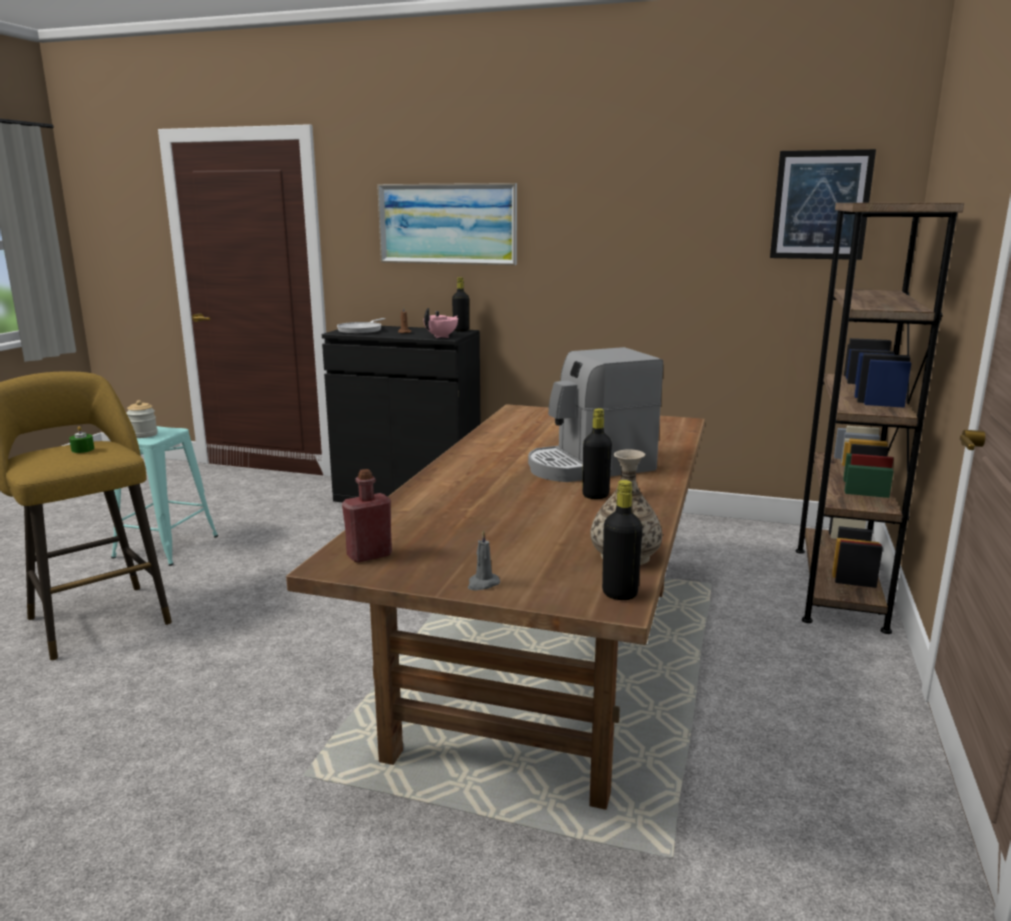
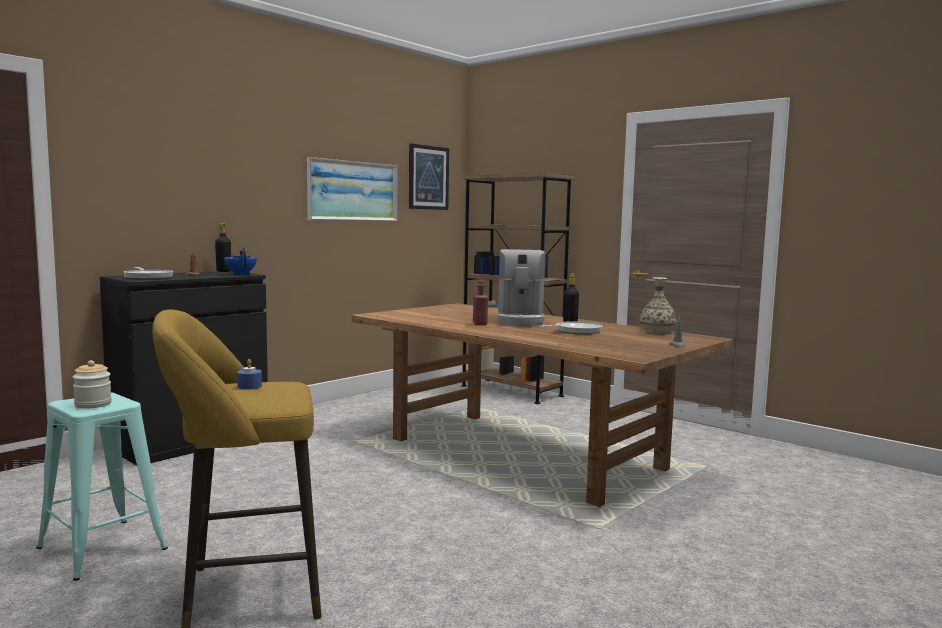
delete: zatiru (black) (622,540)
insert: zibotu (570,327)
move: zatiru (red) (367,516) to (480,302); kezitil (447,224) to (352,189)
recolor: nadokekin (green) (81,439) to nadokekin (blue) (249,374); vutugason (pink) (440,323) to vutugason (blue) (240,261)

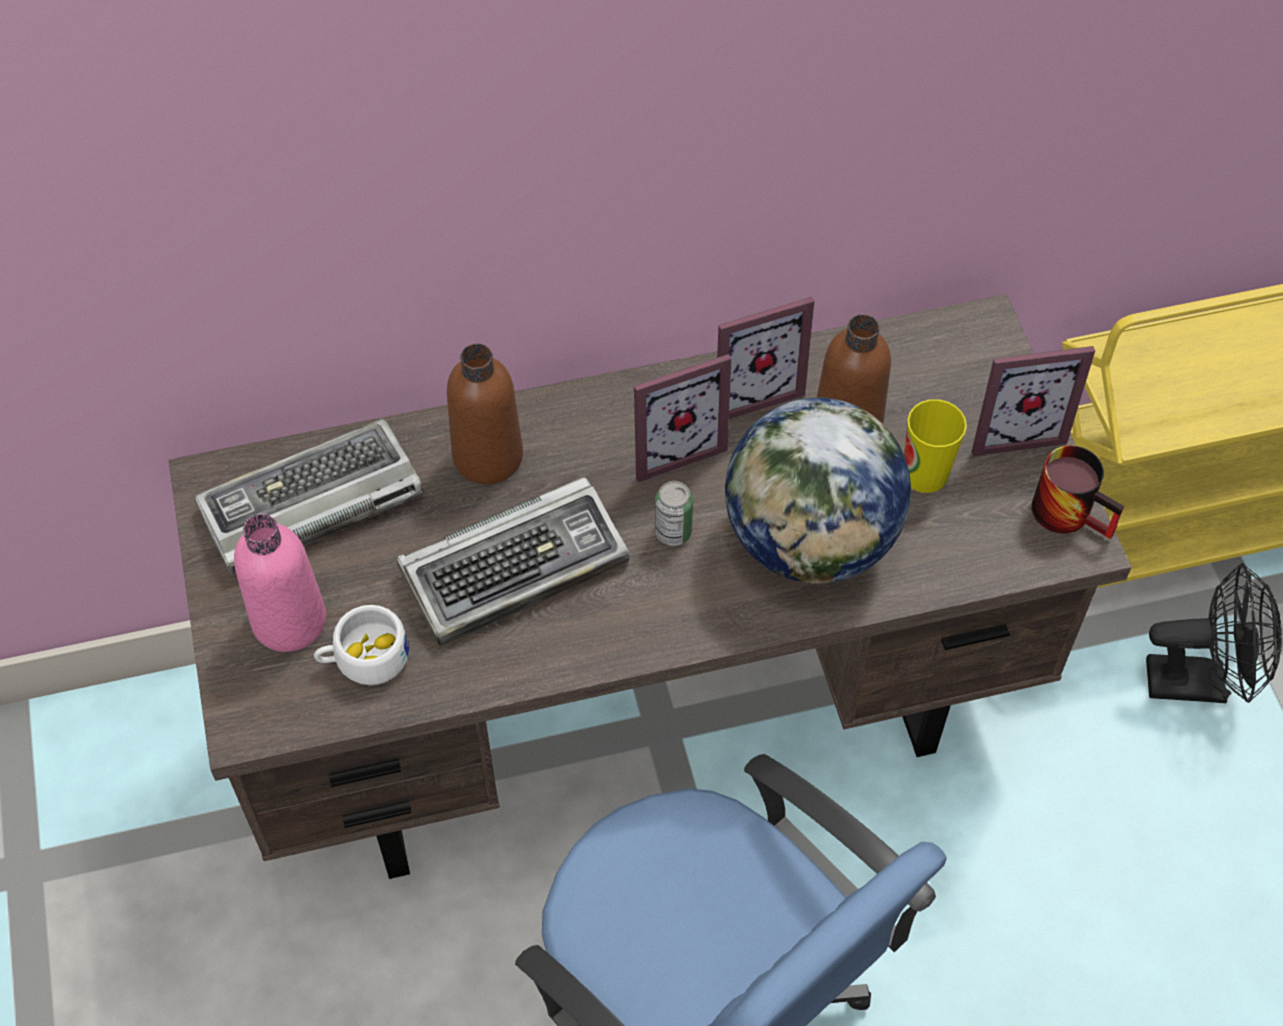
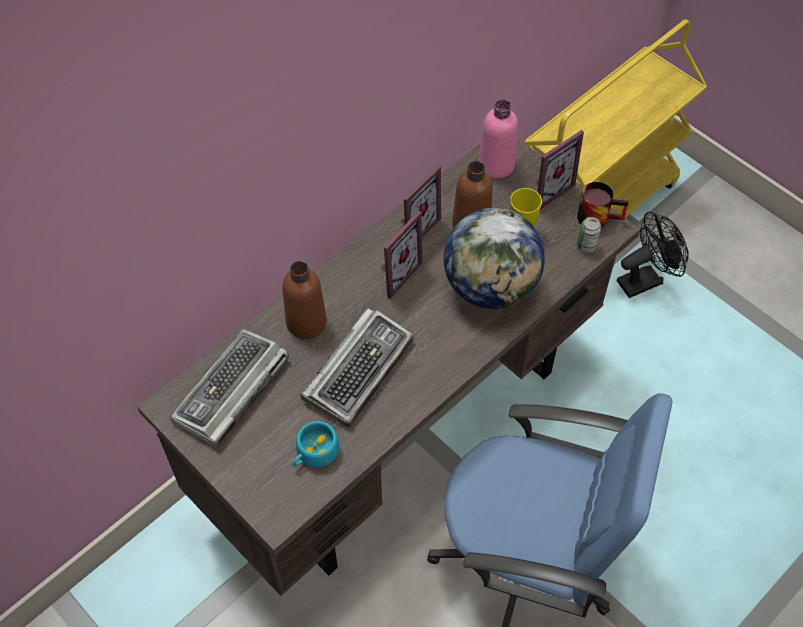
move: zatiru (pink) (280,583) to (498,139); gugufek (674,513) to (589,235)
recolor: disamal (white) (362,645) to disamal (turquoise) (315,444)

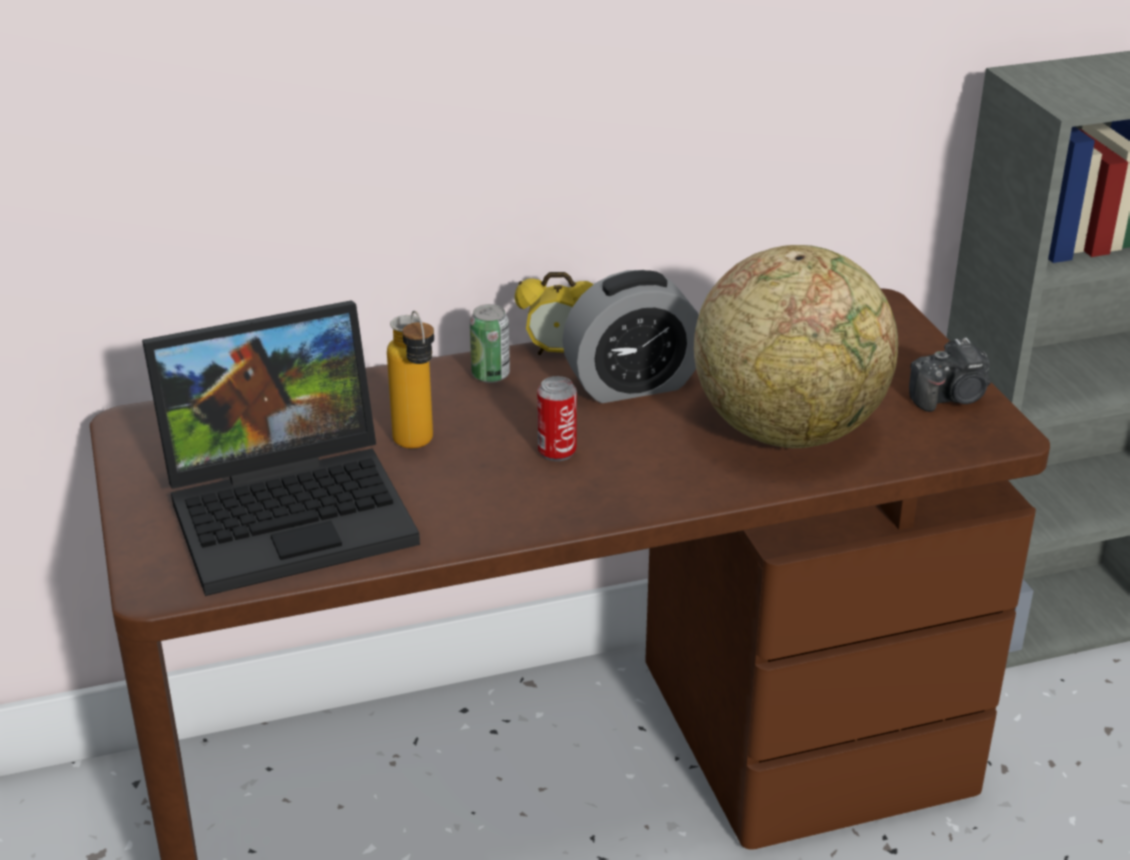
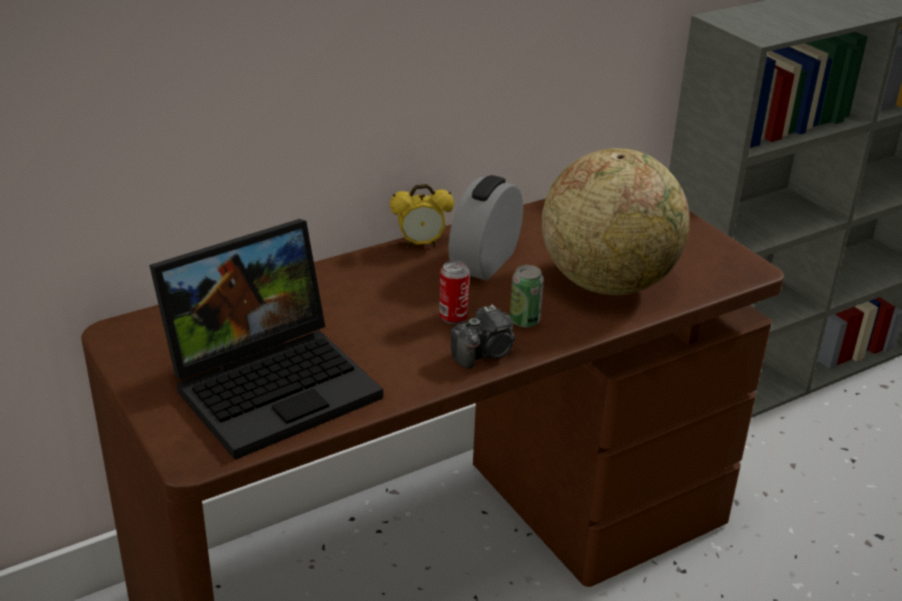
delete: zatiru (410,380)
move: gugufek (490,343) to (527,296); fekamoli (950,374) to (483,336)
rotate: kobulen (630,336) = (485,228) 150 degrees clockwise

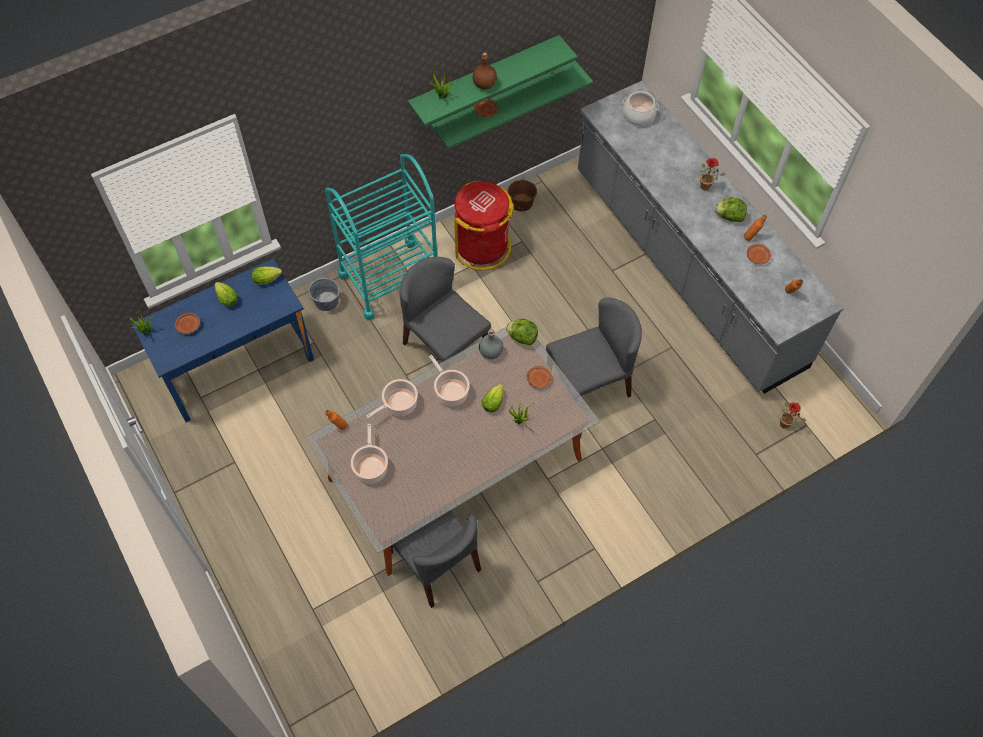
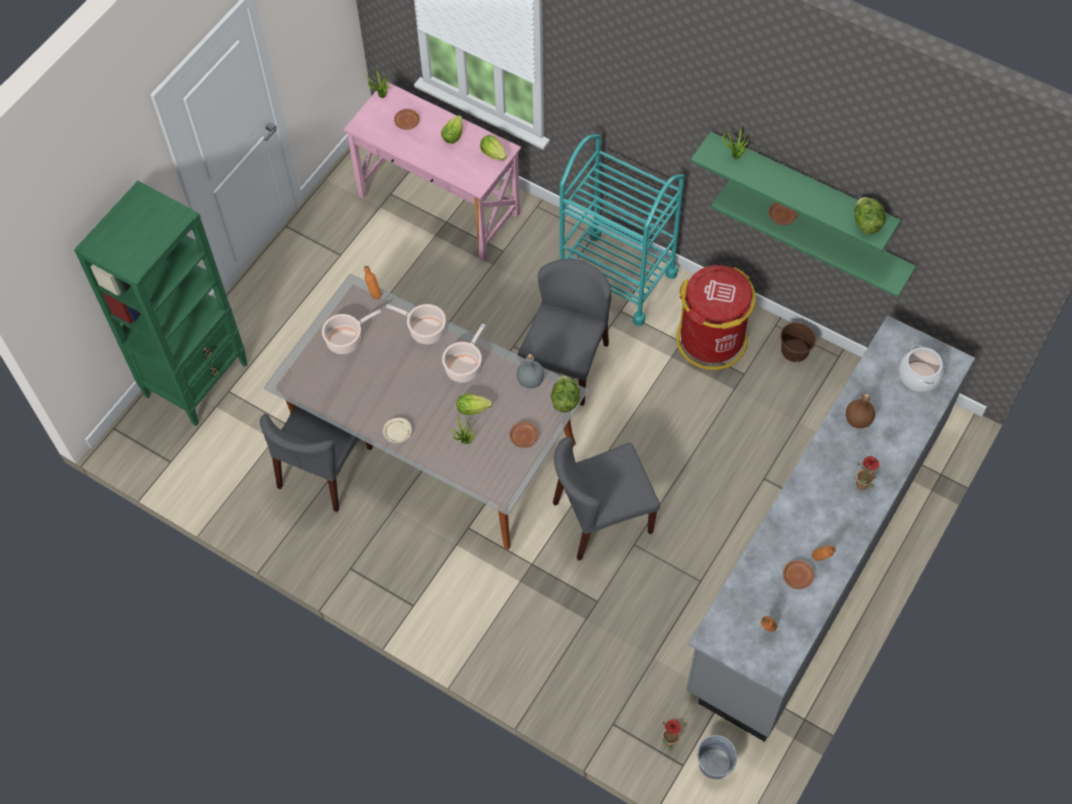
insert: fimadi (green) (161,303); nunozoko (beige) (397,430)
move: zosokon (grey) (324,293) to (717,757); zatiru (brown) (485,71) to (860,410); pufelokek (731,210) to (870,215)
recolor: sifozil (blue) (222,340) to sifozil (pink) (432,171)
rotate: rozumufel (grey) (594,348) = (606,499) 120 degrees clockwise

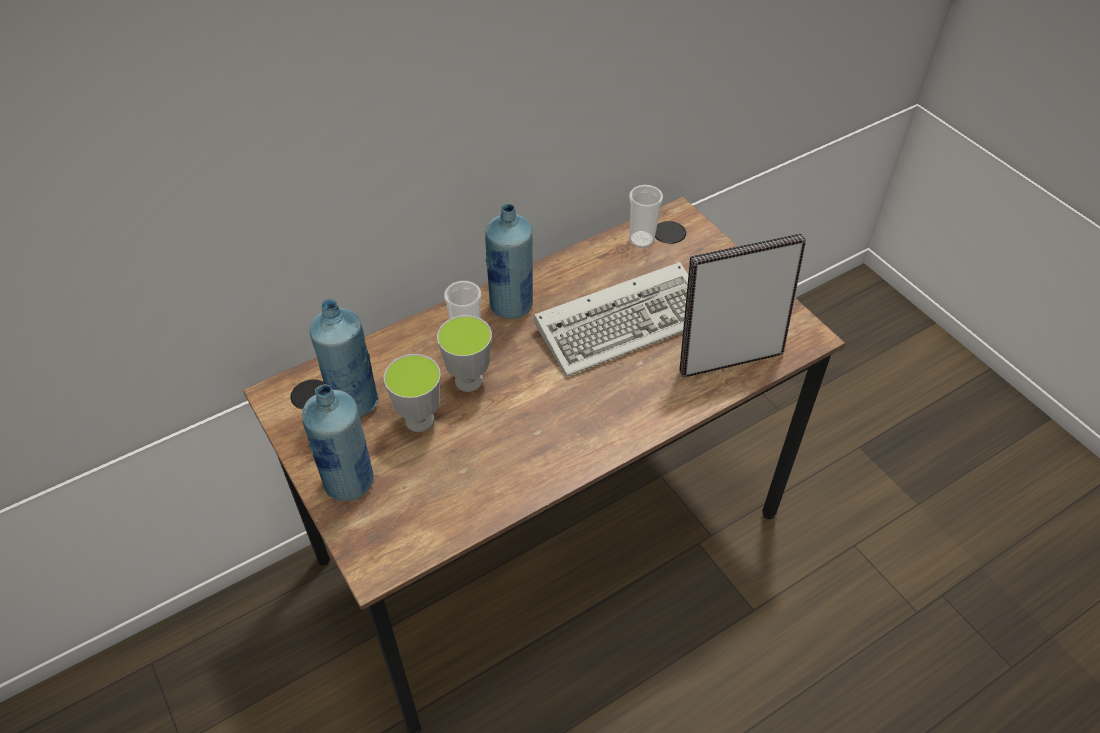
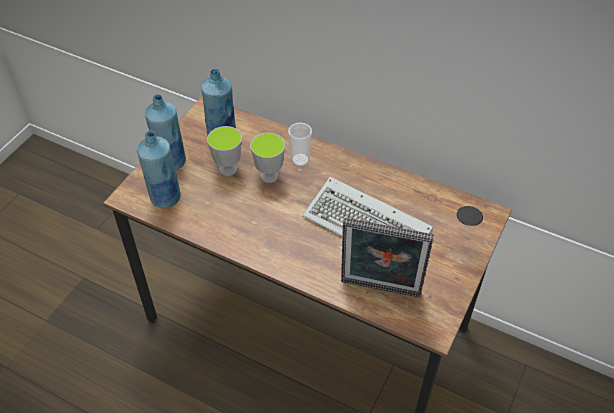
delete: disamal (646,216)
move: zatiru (blue) (509,261) to (159,169)
rotate: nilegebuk (742,306) = (387,258) 150 degrees clockwise

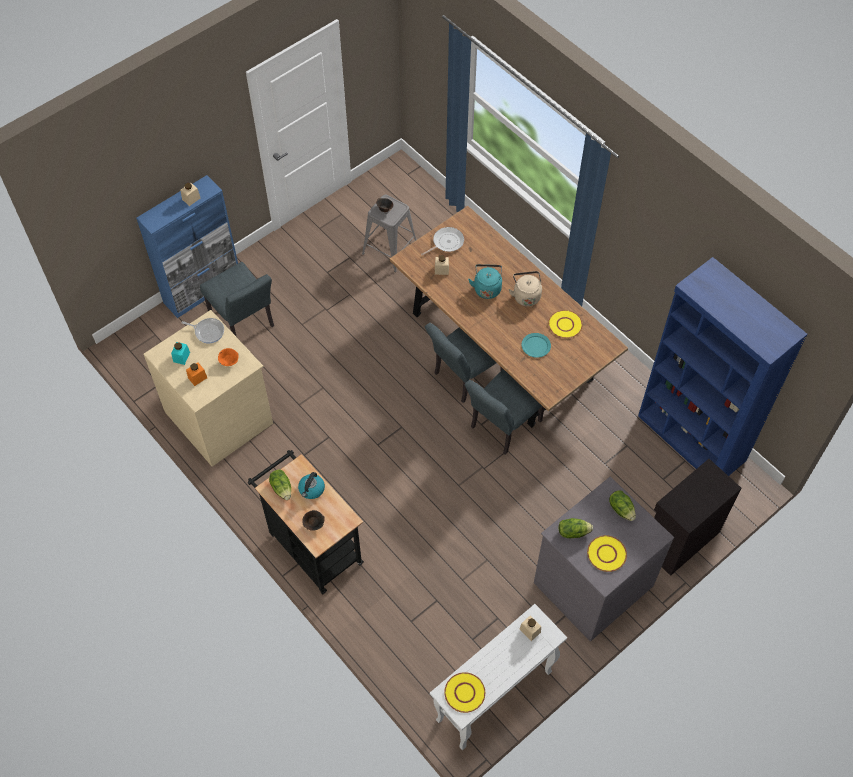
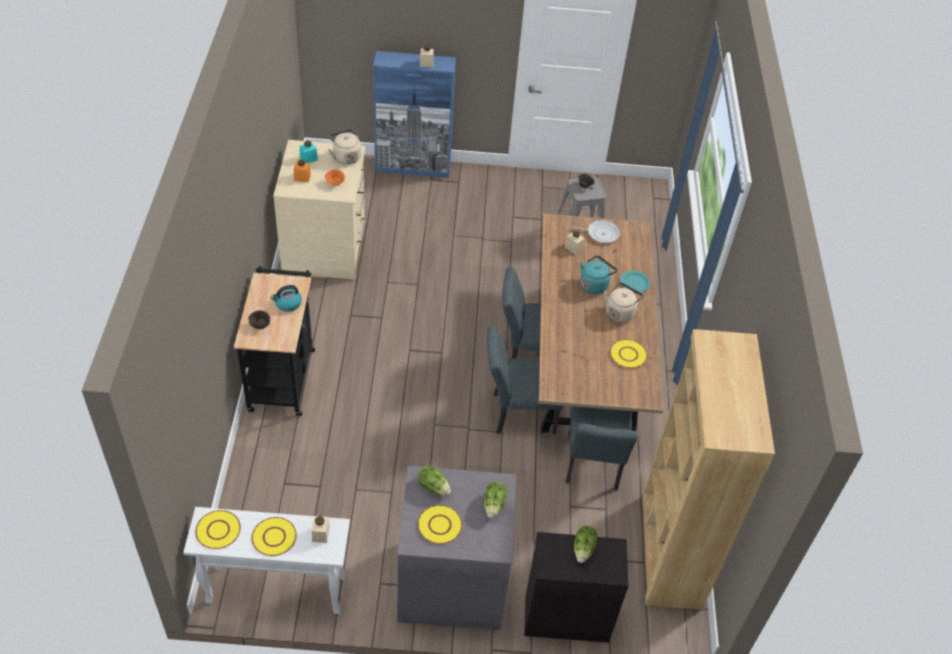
insert: nunozoko (yellow) (274,536)
move: rozumufel (grey) (237,299) to (601,448); pufelokek (280,485) to (586,544); nunozoko (turquoise) (536,345) to (635,281)
replace: zibotu (203,330) to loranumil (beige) (344,147)
recolor: fimadi (blue) (722,366) to fimadi (brown) (708,469)

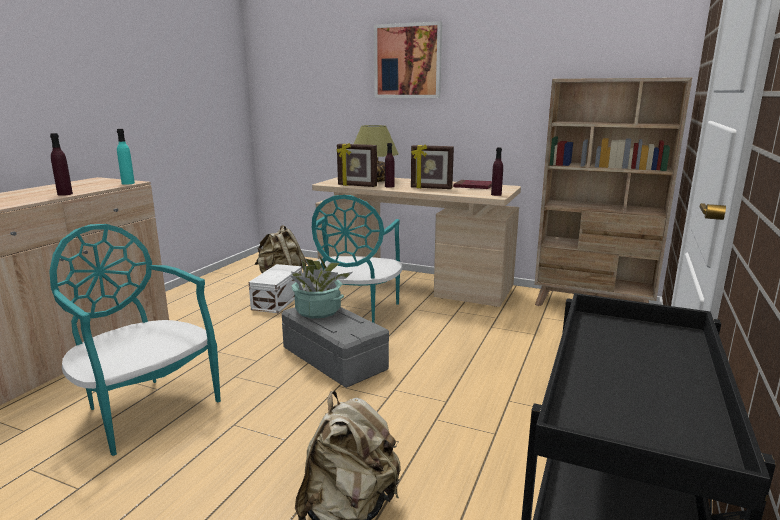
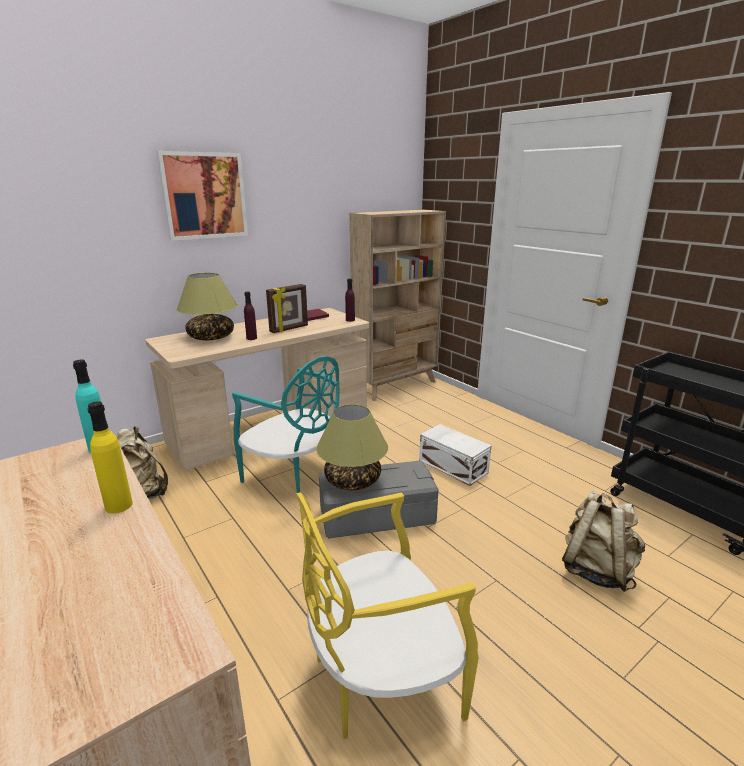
delete: nilegebuk (357,165)
move: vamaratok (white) (275,288) to (455,455)
replace: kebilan (321,286) to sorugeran (352,447)
recolor: rozumufel (turquoise) (135,340) to rozumufel (yellow) (387,615); zatiru (purple) (61,164) to zatiru (yellow) (110,457)

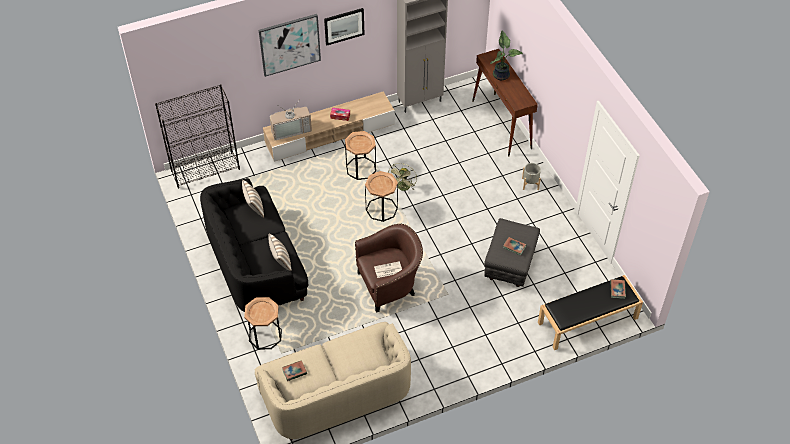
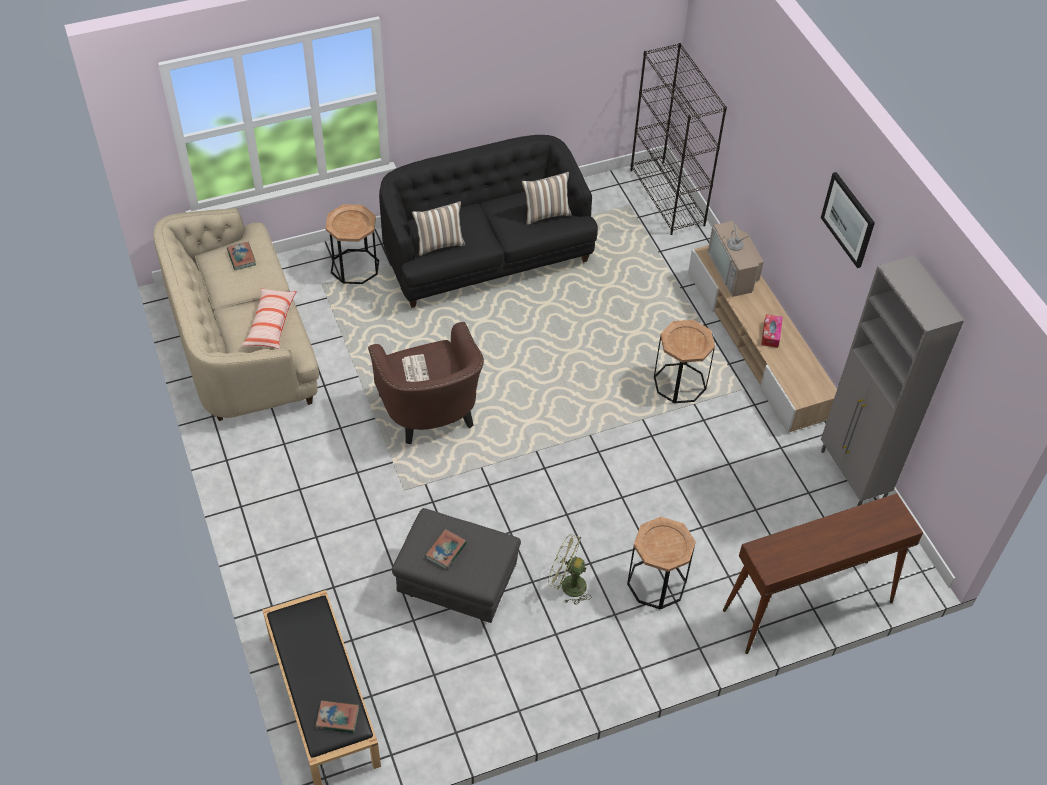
delete: kezitil (290,45); kebilan (506,55); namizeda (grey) (531,176)
insert: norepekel (269,318)
move: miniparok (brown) (381,196) to (661,563); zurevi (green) (402,177) to (569,569)

